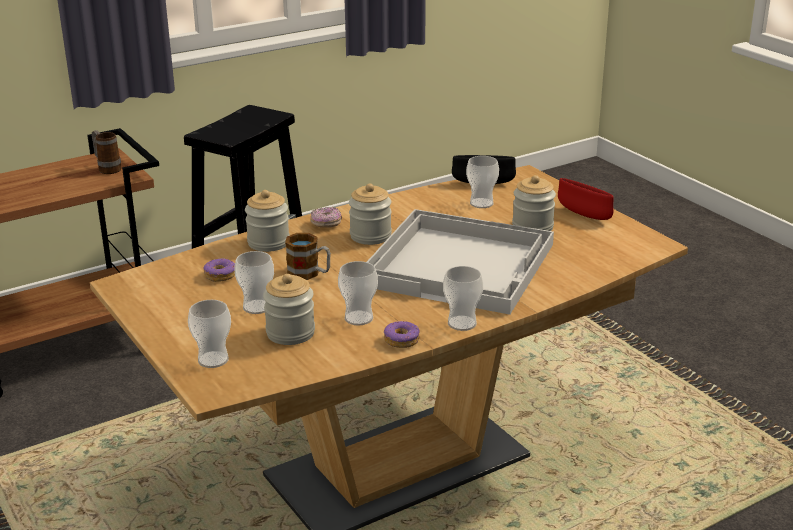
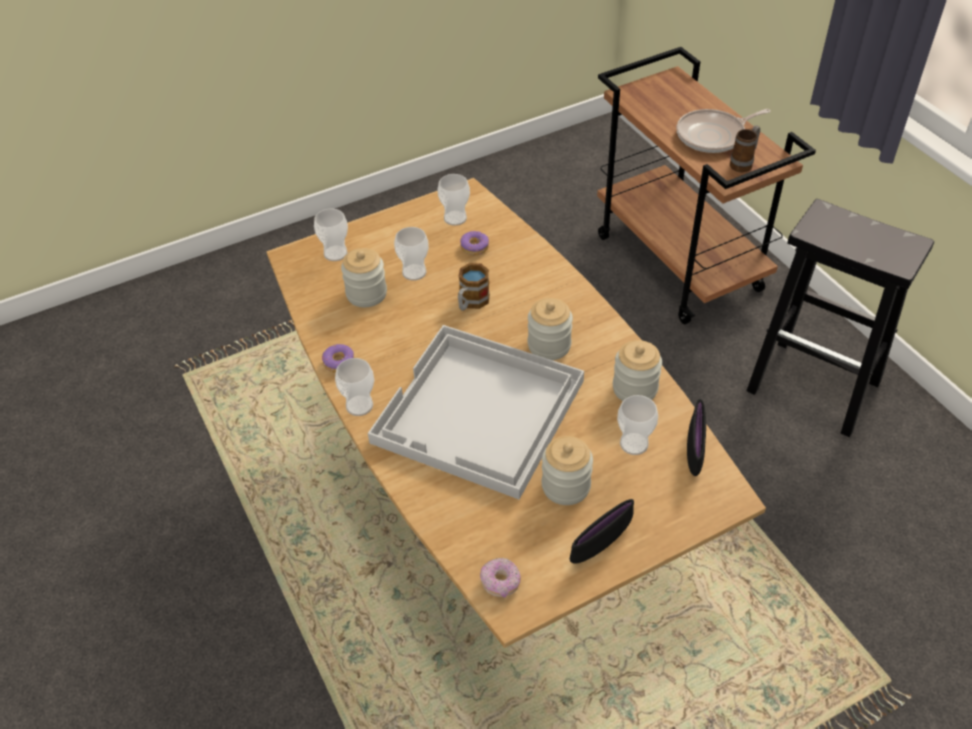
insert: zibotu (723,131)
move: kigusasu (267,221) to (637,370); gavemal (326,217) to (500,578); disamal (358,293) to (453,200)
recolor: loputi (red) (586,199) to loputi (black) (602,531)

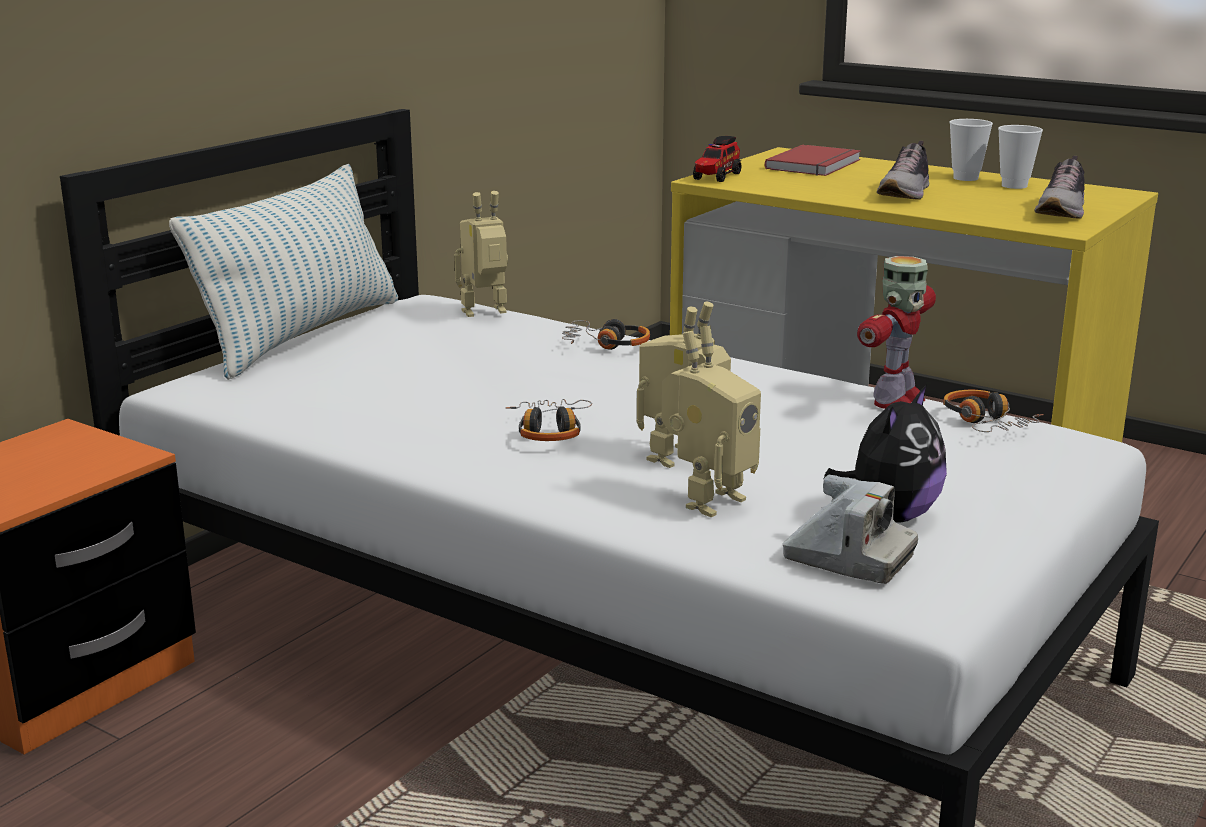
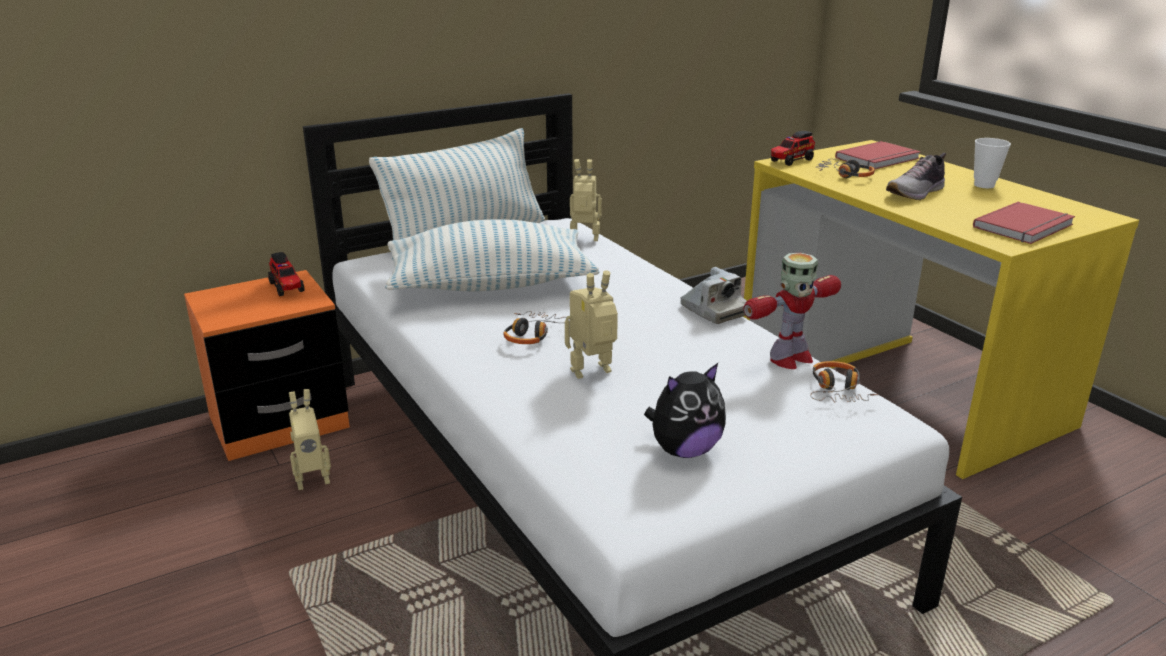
delete: disamal (1020,157)
insert: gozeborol (286,274); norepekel (492,255)
move: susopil (606,334) to (845,168); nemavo (711,421) to (310,439); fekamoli (850,529) to (713,295)
replace: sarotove (1059,187) to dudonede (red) (1024,223)

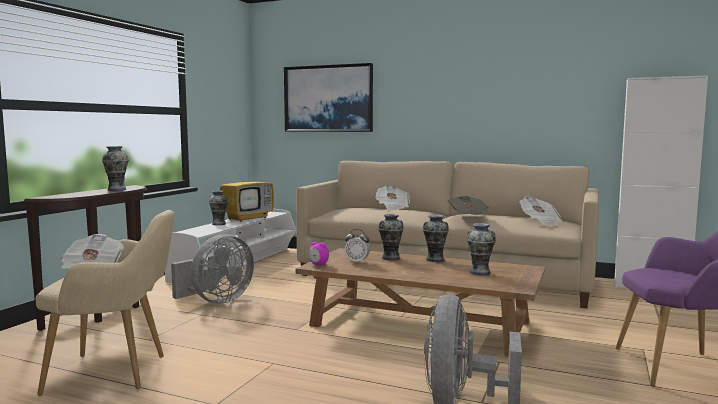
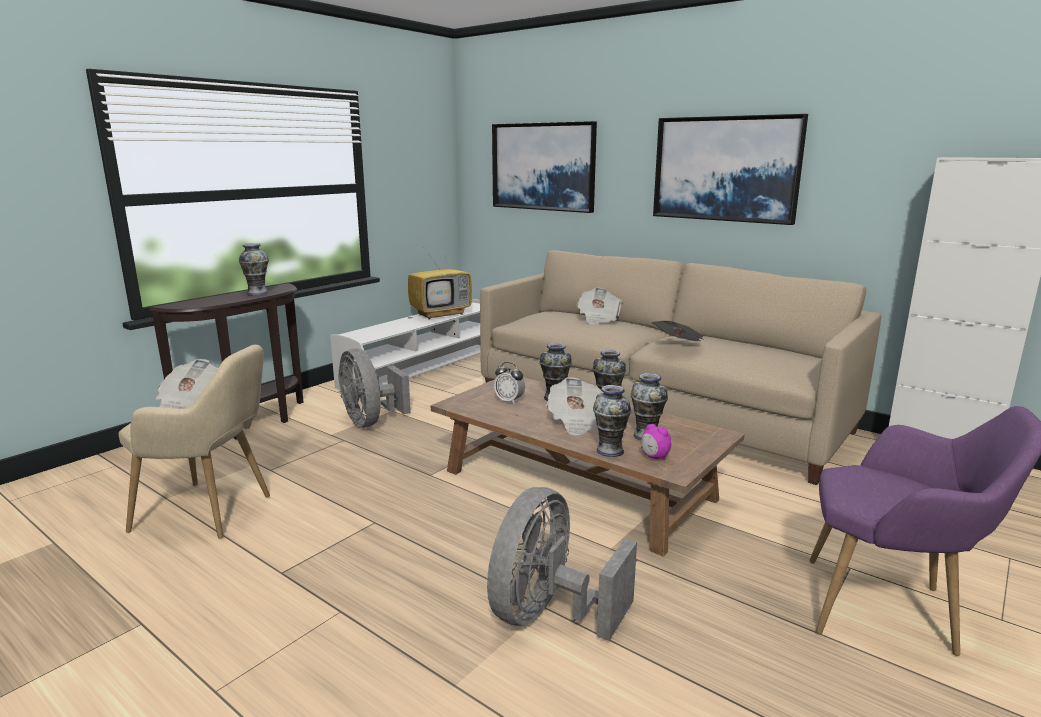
insert: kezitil (730,169)
move: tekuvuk (218,208) to (612,421); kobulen (319,253) to (656,442); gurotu (541,211) to (575,406)
rotate: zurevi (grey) (212,268) = (374,388) 90 degrees clockwise

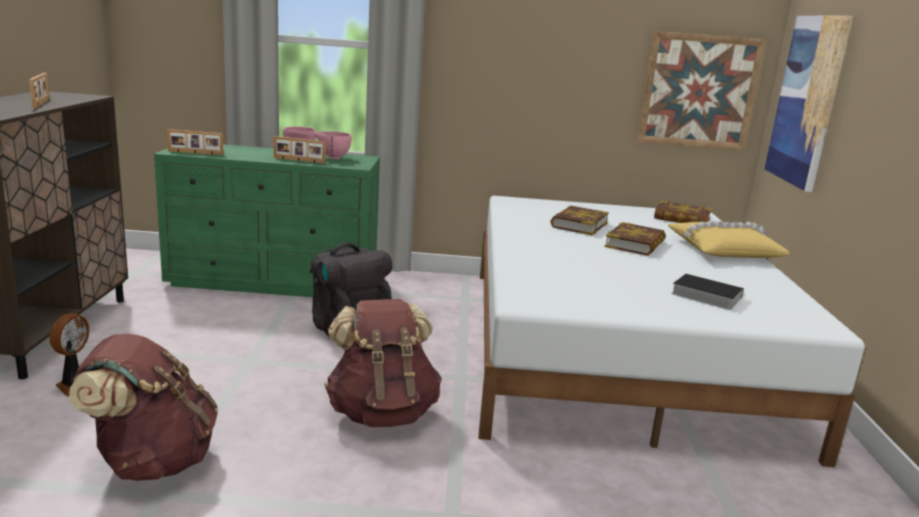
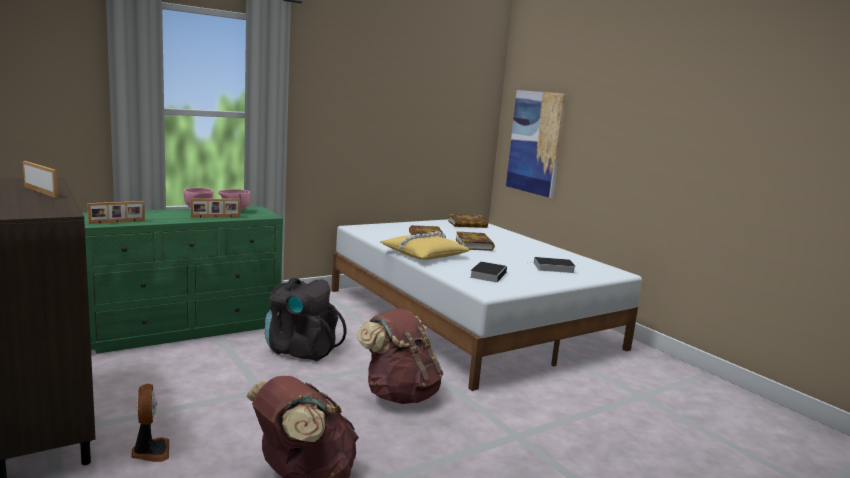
delete: kezitil (701,90)
insert: dudonede (488,272)
move: norepekel (yellow) (729,239) to (425,245)

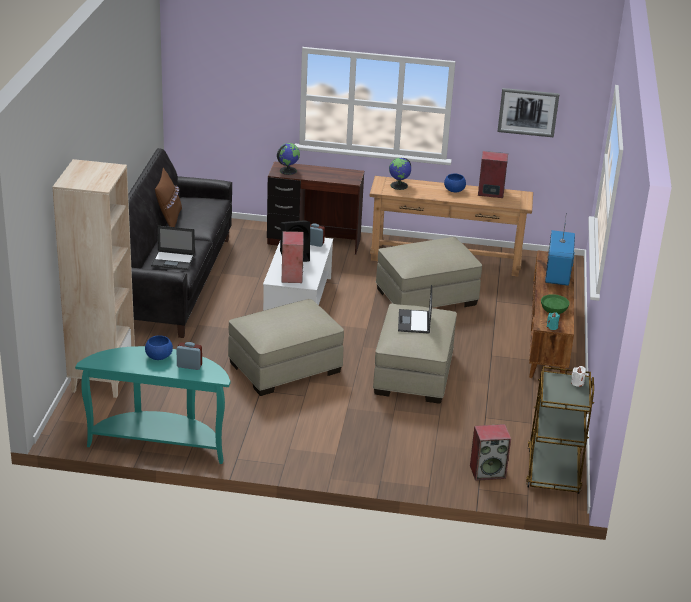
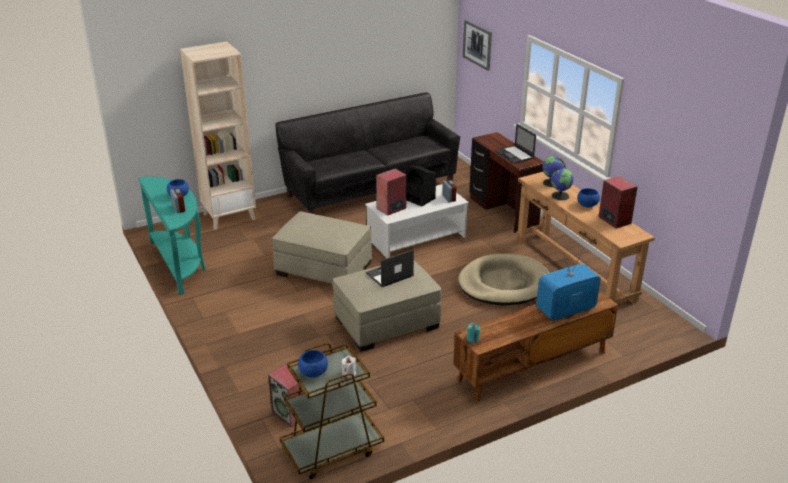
delete: norepekel (brown) (168,197); loputi (green) (555,304)
insert: loputi (blue) (313,364)
move: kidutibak (173,247) to (515,144); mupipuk (288,159) to (562,184); kezitil (528,112) to (477,45)
replace: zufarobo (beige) (429,272) to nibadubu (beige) (503,280)

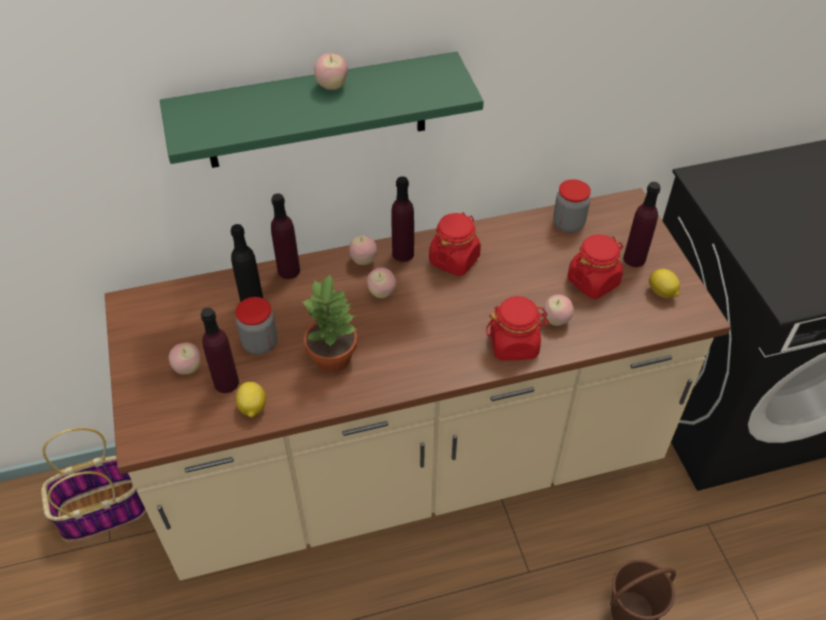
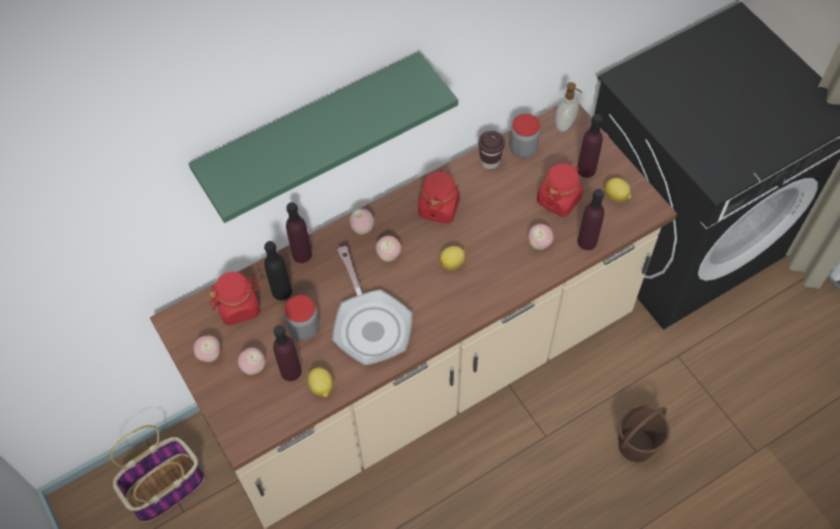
insert: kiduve (452,258); disamal (brown) (491,150); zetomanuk (568,107)
move: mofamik (331,71) to (206,348); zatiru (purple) (402,219) to (590,219); kigusasu (red) (517,328) to (234,299)
replace: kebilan (329,323) to zibotu (372,305)

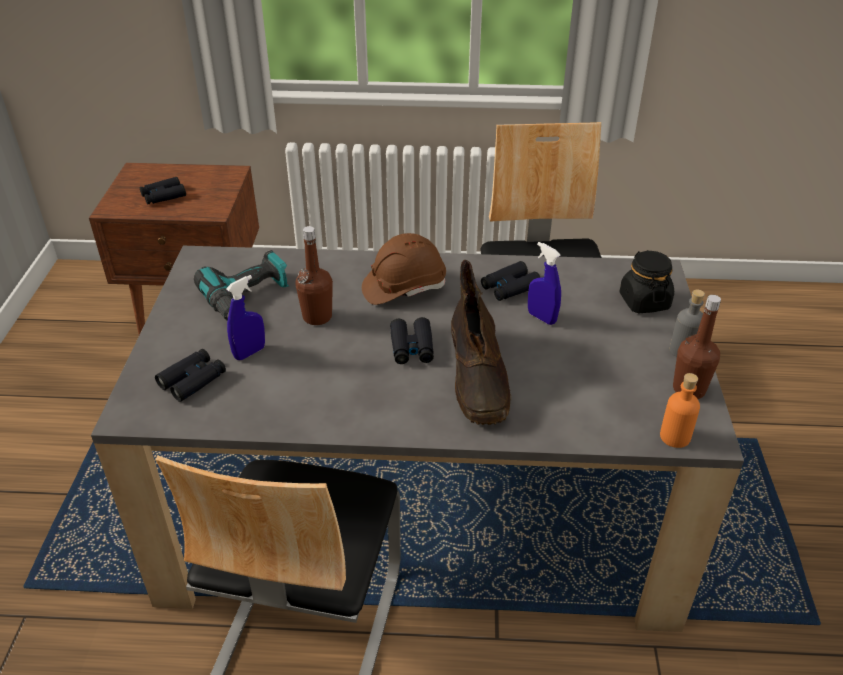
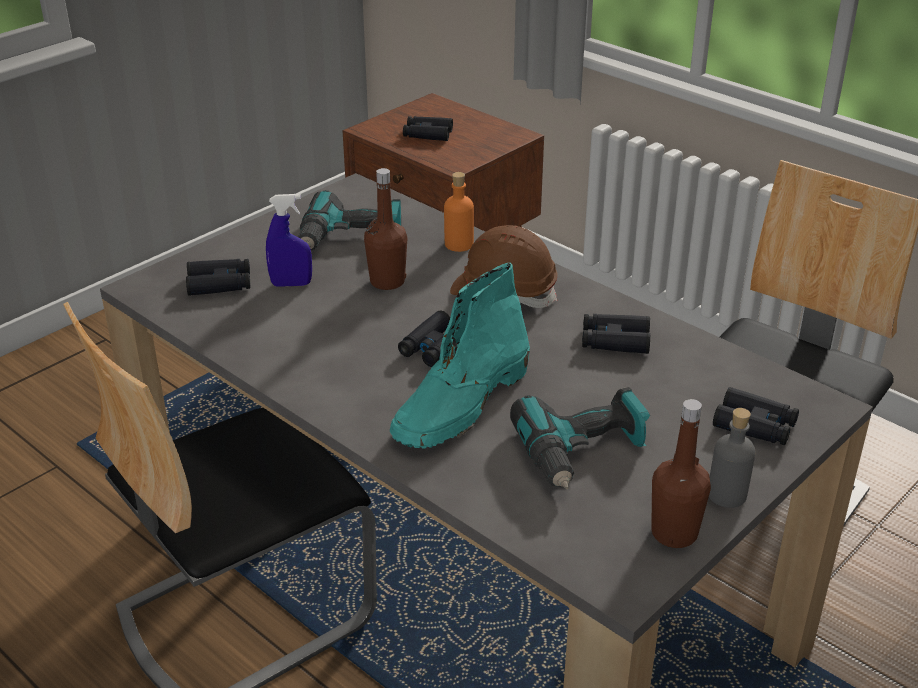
delete: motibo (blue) (544,283)
insert: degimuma (580,438)
move: zatiru (orange) (680,410) to (459,212)
replace: kigusasu (black) (646,281) to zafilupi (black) (756,416)
recolor: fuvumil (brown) (481,342) to fuvumil (turquoise) (460,356)

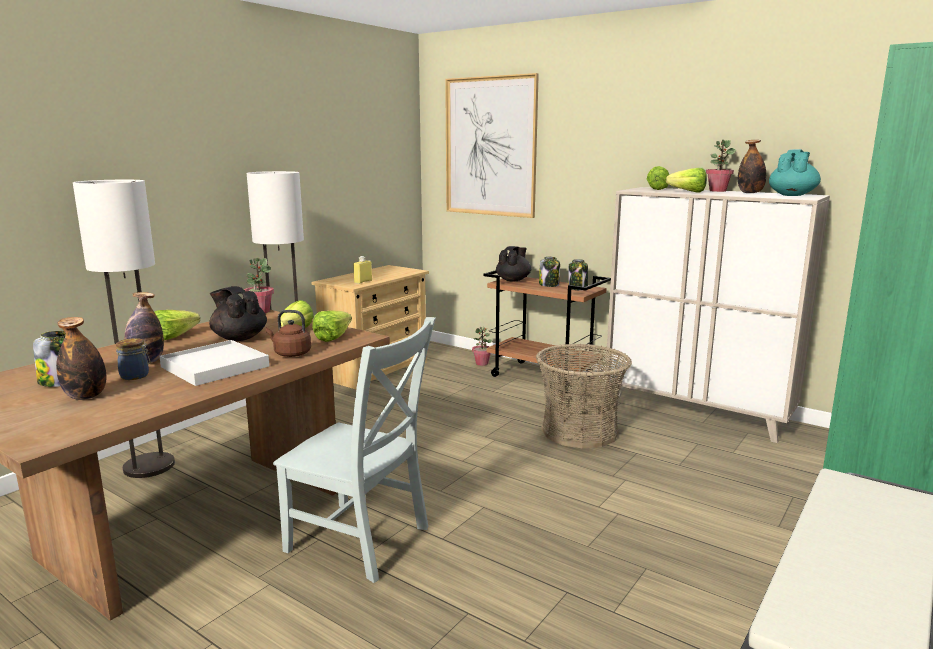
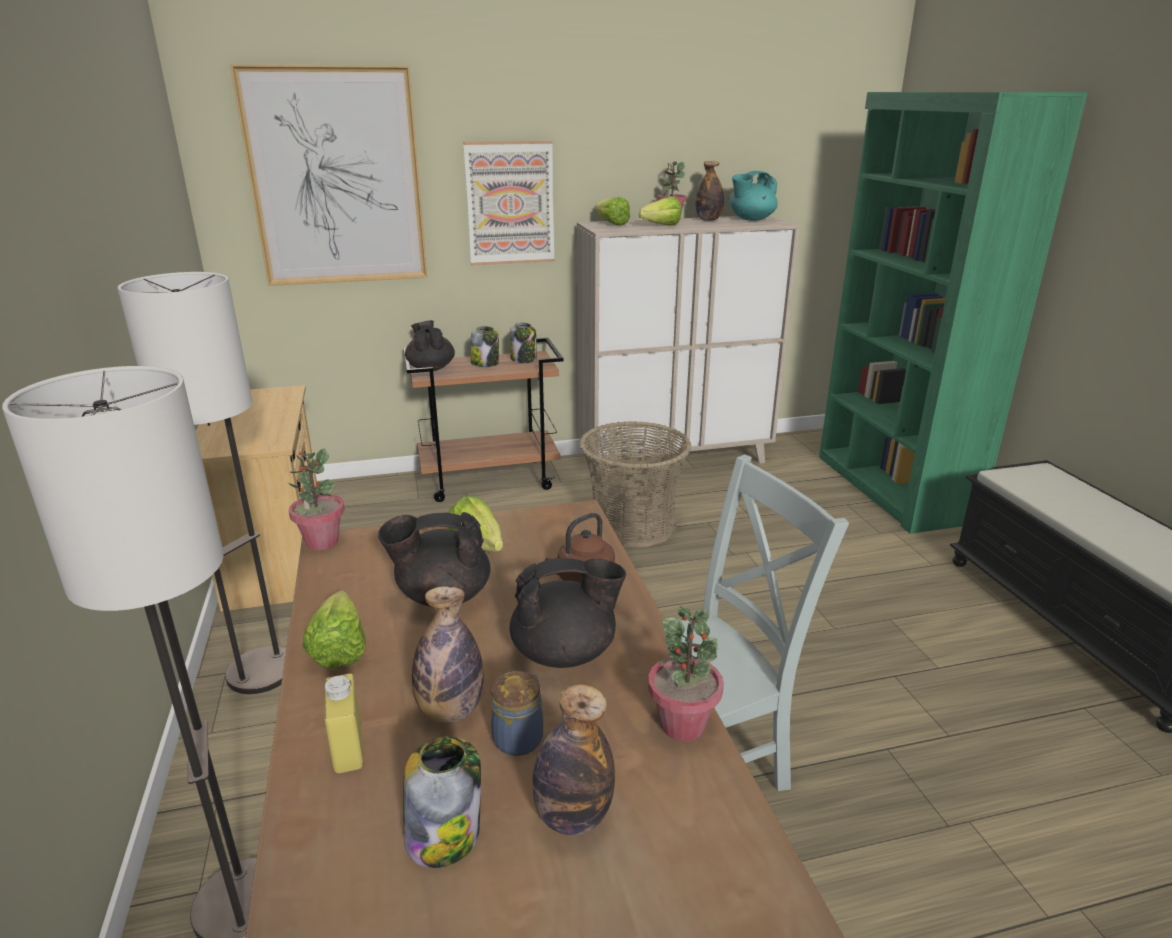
delete: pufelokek (332,326)
insert: kezitil (509,203)
move: zatiru (yellow) (362,270) to (343,723); kebilan (482,346) to (686,673)
replace: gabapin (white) (214,363) to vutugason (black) (568,613)
rotate: vutugason (turquoise) (795,172) = (754,196) 105 degrees counterclockwise

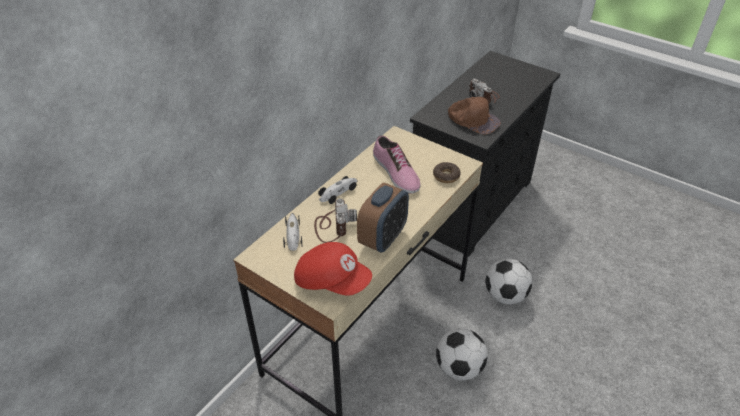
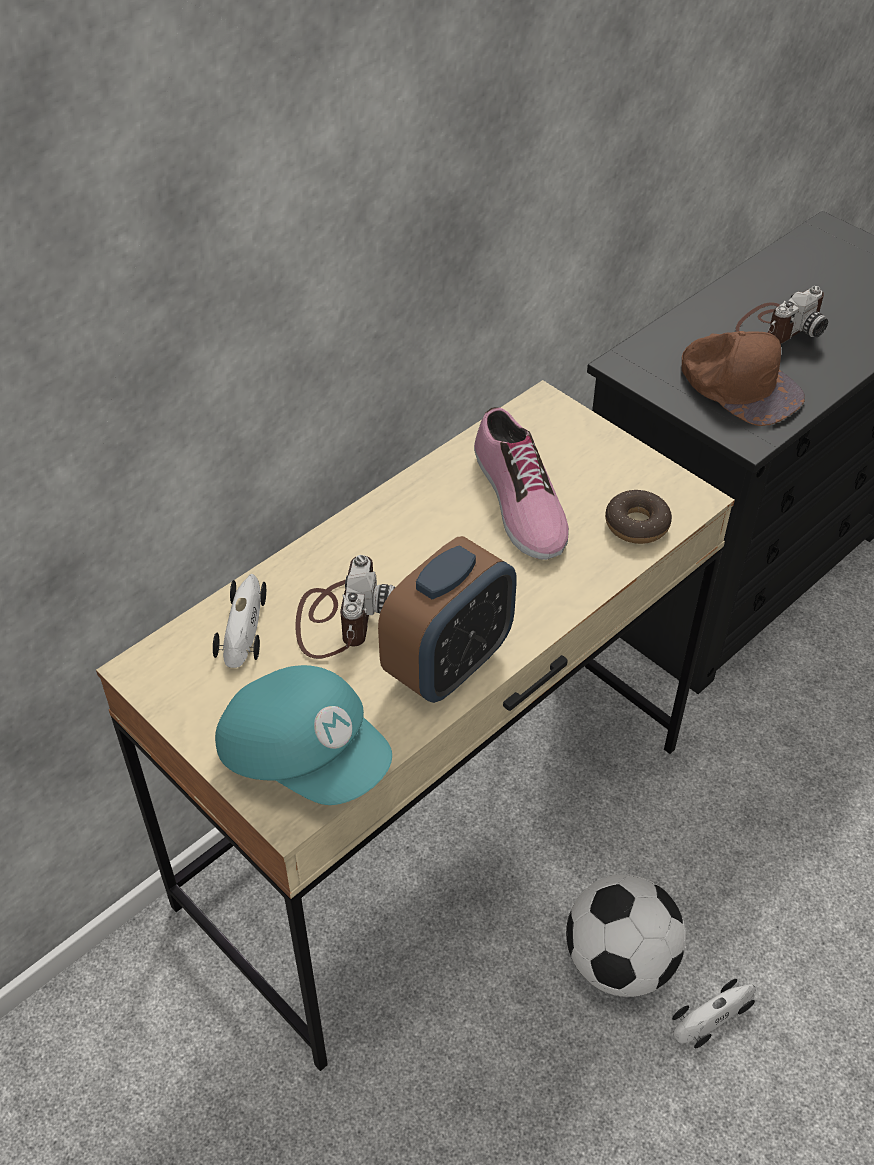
delete: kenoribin (509,282)
move: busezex (337,190) to (714,1014)
recolor: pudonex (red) (333,269) to pudonex (turquoise) (303,735)
rotate: fekamoli (484,90) = (782,315) 105 degrees counterclockwise

